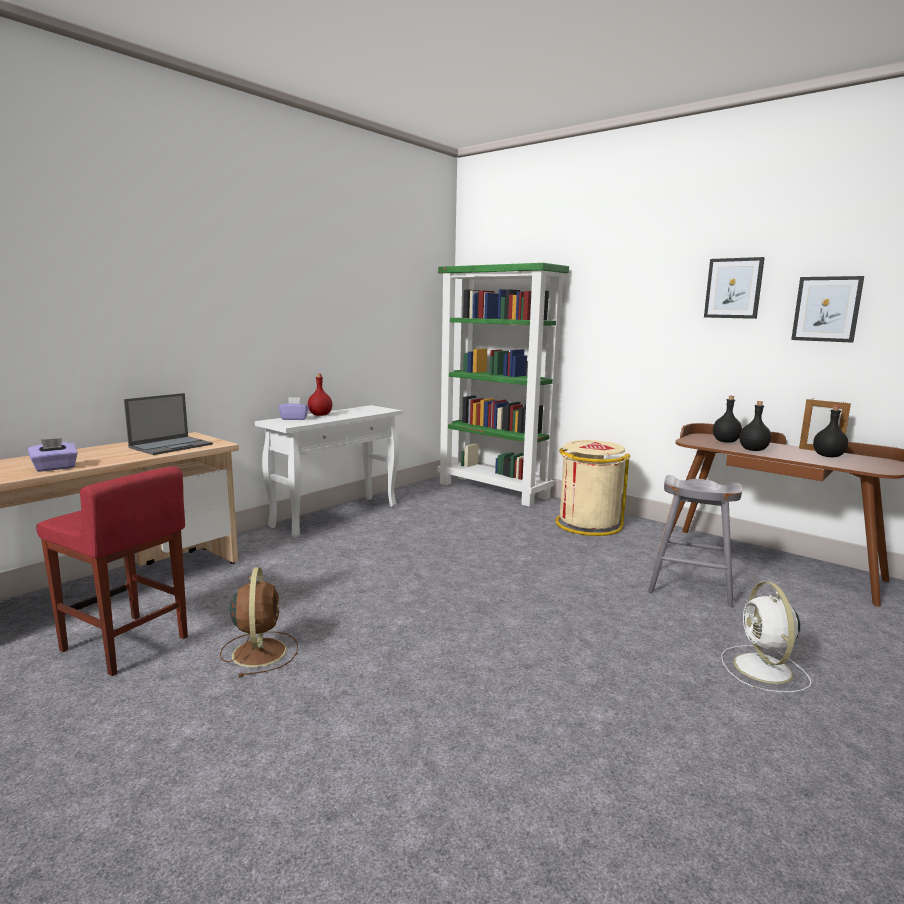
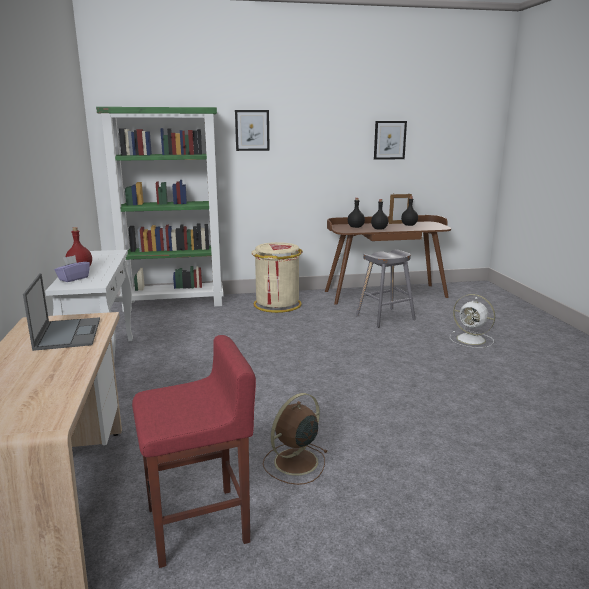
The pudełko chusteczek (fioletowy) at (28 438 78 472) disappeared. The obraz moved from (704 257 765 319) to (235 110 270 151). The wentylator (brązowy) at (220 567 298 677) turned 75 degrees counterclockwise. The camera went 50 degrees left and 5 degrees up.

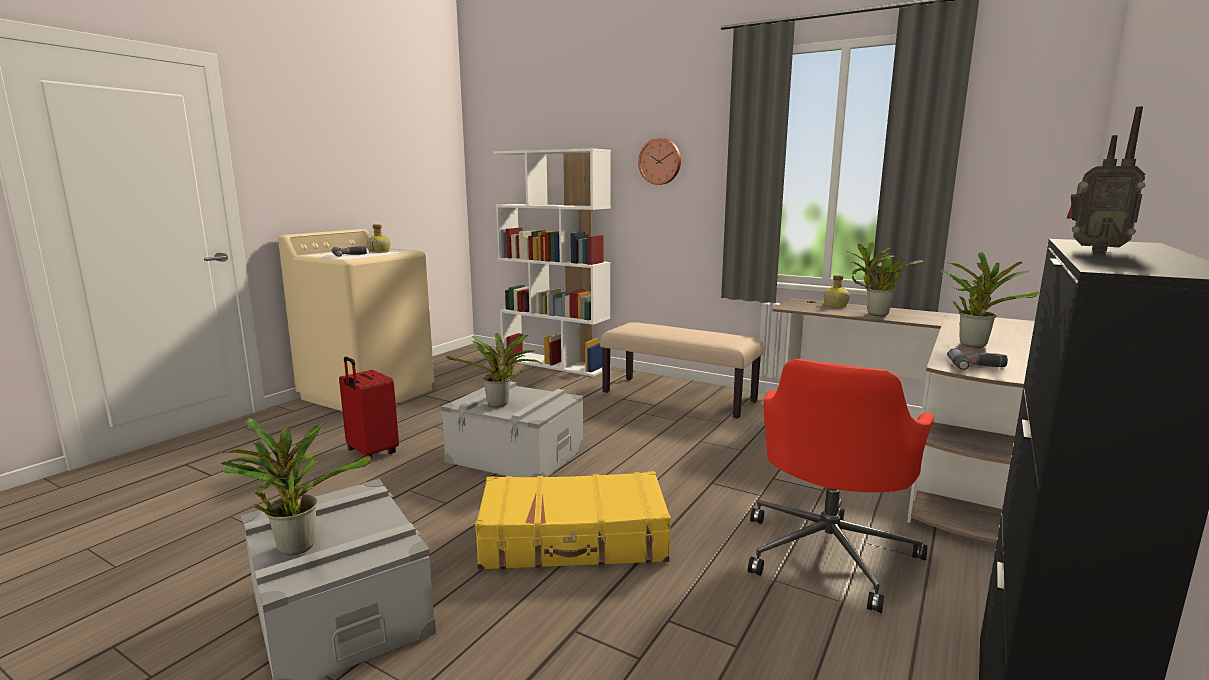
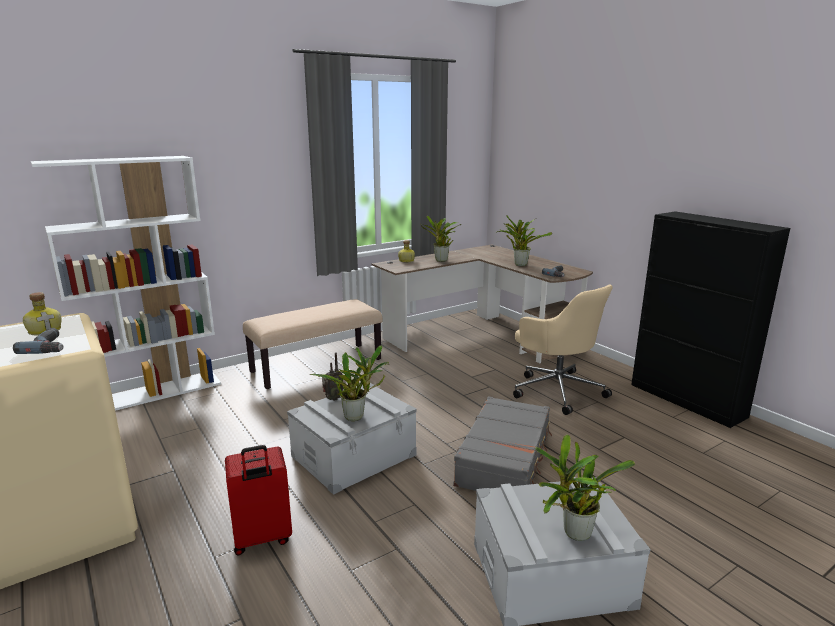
The zegar ścienny at (638 138 681 185) disappeared. The radio moved from (1067 106 1146 252) to (322 352 343 401). The walizka (żółty) at (475 471 671 570) became the walizka (szary) at (453 396 552 491). The krzesło biurowe (czerwony) at (748 359 934 613) became the krzesło biurowe (beżowy) at (513 284 613 415). The camera went 65 degrees left and 5 degrees up.

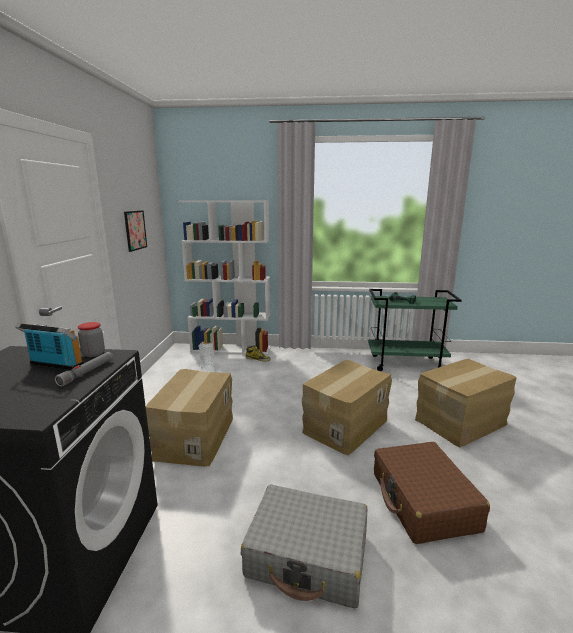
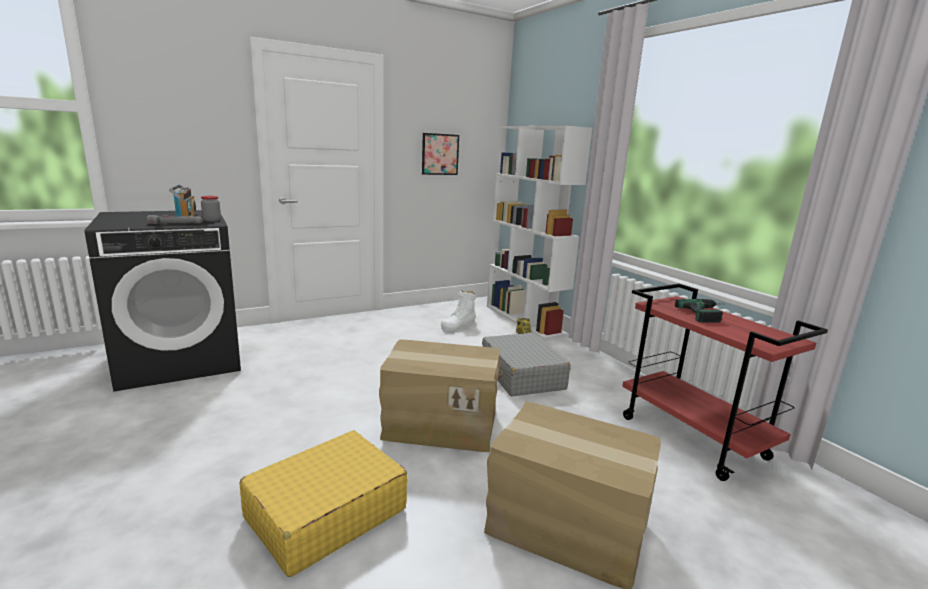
The karton at (146 369 233 467) disappeared. The walizka (szary) moved from (241 484 368 608) to (482 333 571 396). The wózek (zielony) at (368 289 462 371) became the wózek (czerwony) at (622 284 828 481). The walizka (brązowy) at (374 442 490 544) became the walizka (żółty) at (240 431 408 577). The camera went 55 degrees right and 0 degrees up.

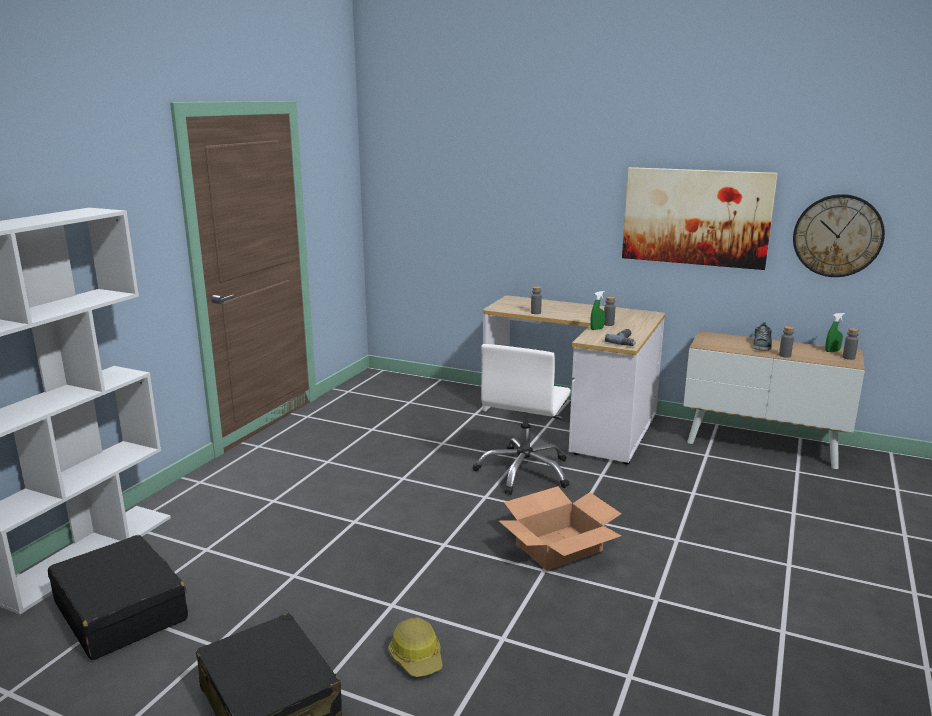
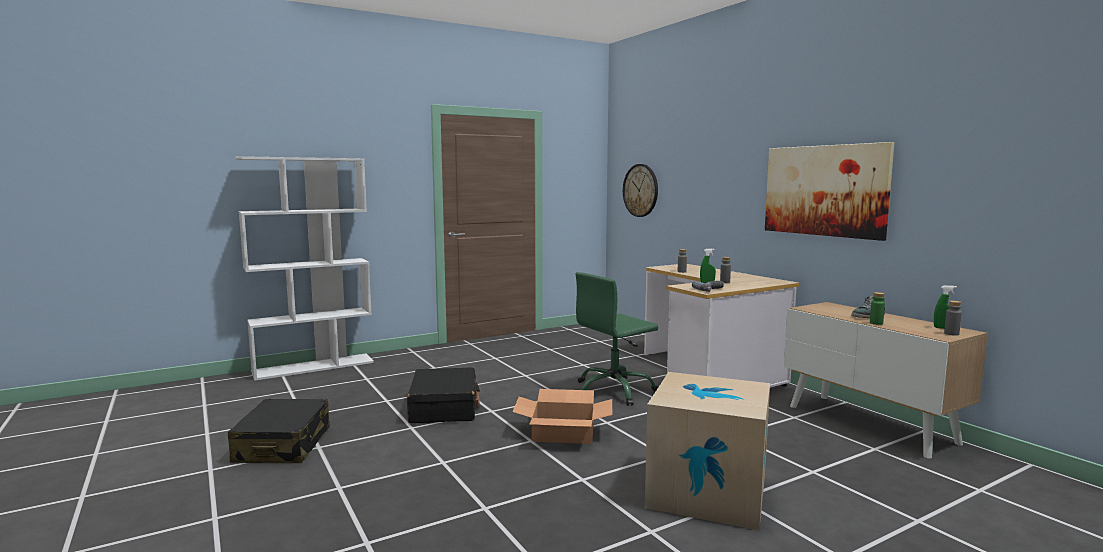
The kask at (388 617 443 677) disappeared. The karton at (645 372 770 530) appeared. The walizka (czarny) moved from (48 535 188 660) to (407 367 480 423). The zegar ścienny moved from (793 194 885 277) to (623 164 658 217). The krzesło biurowe (biały) at (473 344 571 495) became the krzesło biurowe (zielony) at (576 272 658 406). The butelka (szary) at (779 326 794 358) became the butelka (zielony) at (870 292 885 325). The camera went 35 degrees right and 10 degrees down.

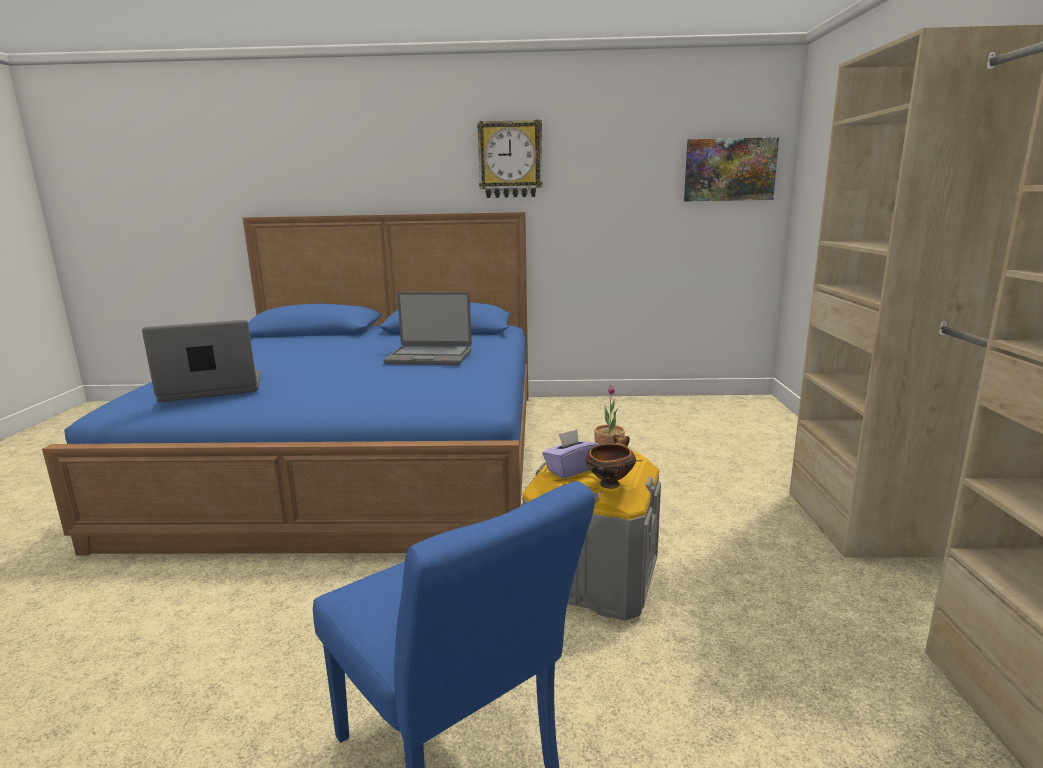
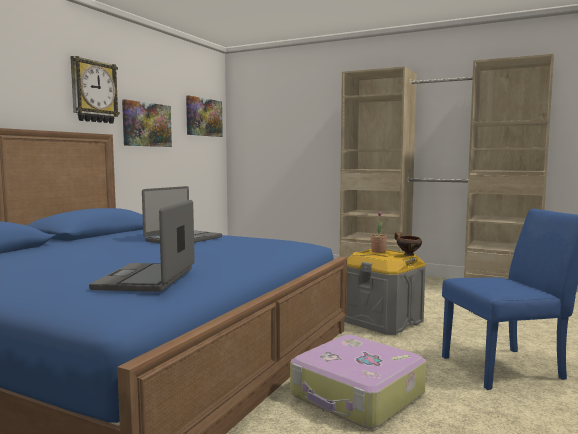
The pudełko chusteczek (fioletowy) at (542 429 600 479) disappeared. The obraz at (122 99 172 147) appeared. The walizka at (290 335 426 429) appeared. The camera went 65 degrees left and 10 degrees down.

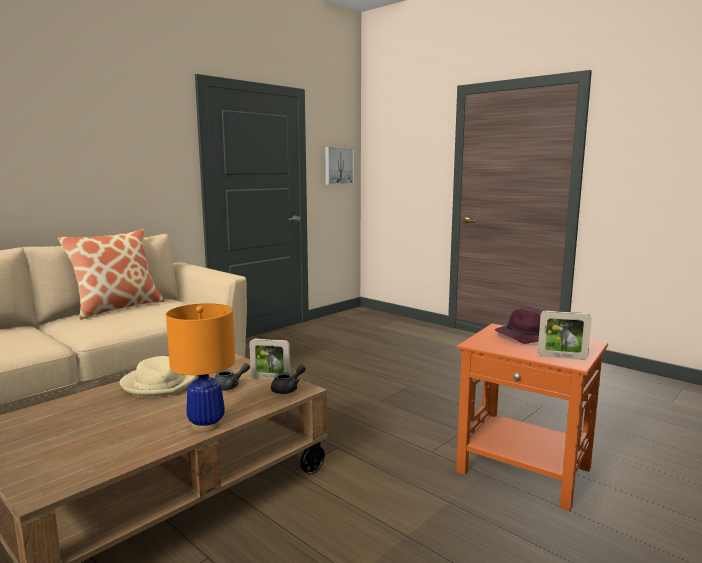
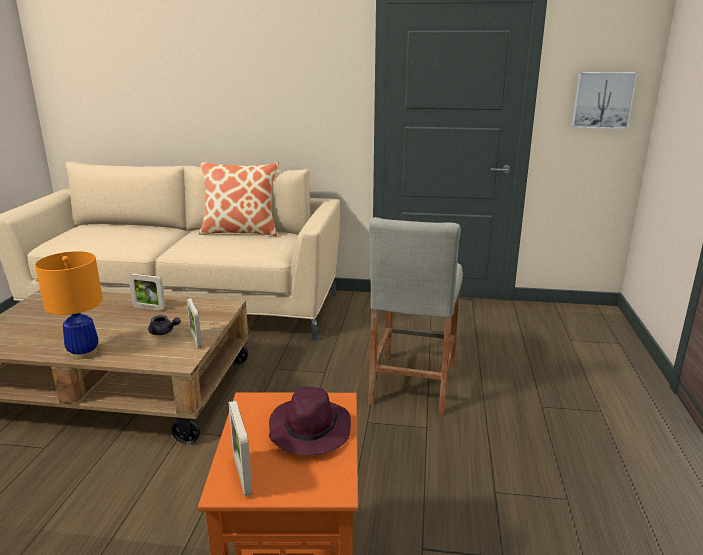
The imbryk (szary) at (271 365 306 394) disappeared. The stołek (beżowy) at (368 217 463 415) appeared. The kapelusz (beżowy) at (120 356 196 397) was replaced by the ramka na zdjęcie at (128 274 165 310). The camera went 55 degrees right and 10 degrees up.

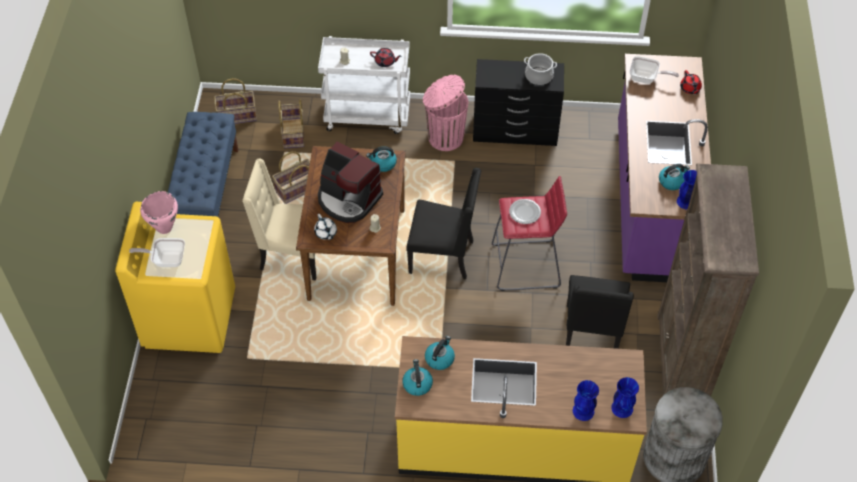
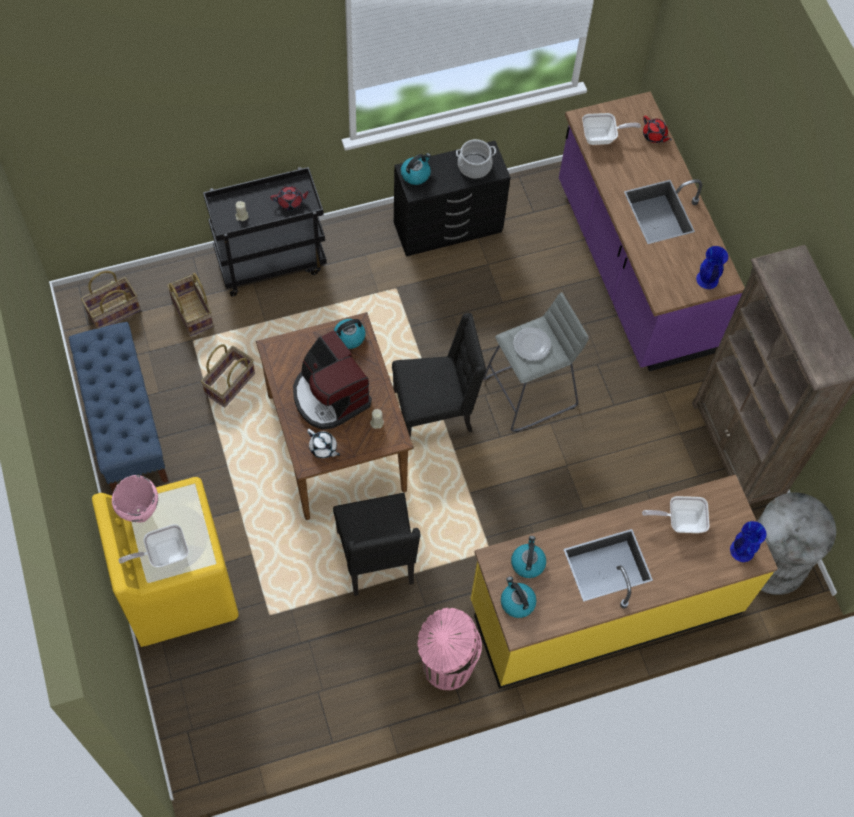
The krzesło (beżowy) at (242 159 316 281) disappeared. The wazon (niebieski) at (573 380 599 421) disappeared. The patelnia at (642 496 709 533) appeared. The kosz na śmieci (różowy) moved from (423 75 468 151) to (417 608 482 690). The krzesło (czarny) moved from (566 275 634 349) to (333 493 421 596). The czajnik moved from (659 164 690 190) to (401 153 431 185). The wózek (biały) at (318 36 410 134) became the wózek (czarny) at (203 167 327 297). The stołek (czerwony) at (492 176 567 291) became the stołek (szary) at (483 292 589 432). The ekspres do kawy at (318 142 383 223) turned 45 degrees clockwise. The camera went 25 degrees left and 10 degrees up.

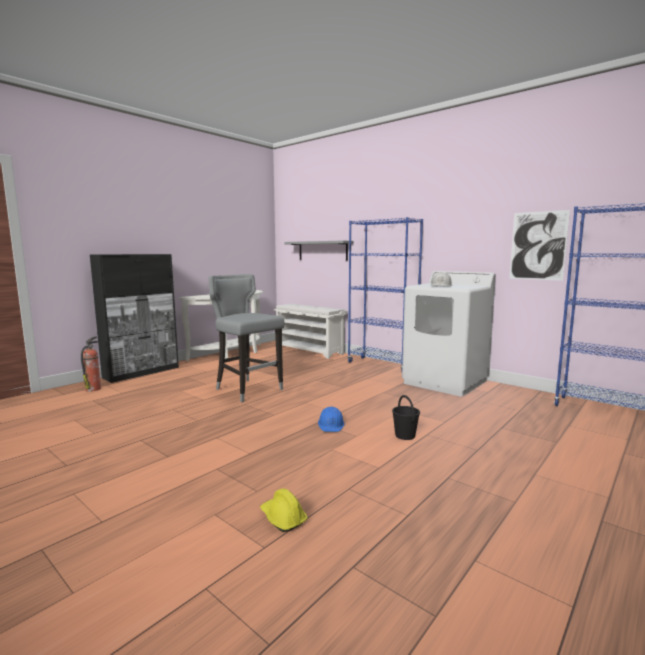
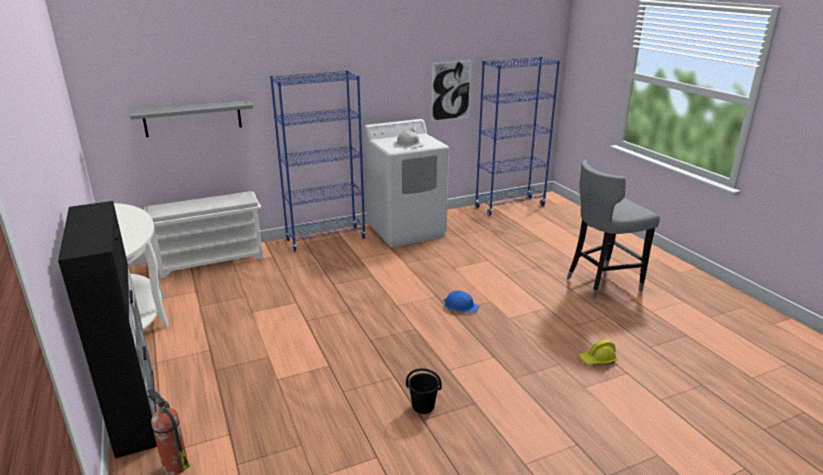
The stołek (szary) moved from (209 274 285 402) to (567 160 660 299). The wiadro (czarny) moved from (392 395 420 440) to (406 368 442 414). The camera went 65 degrees left and 15 degrees up.

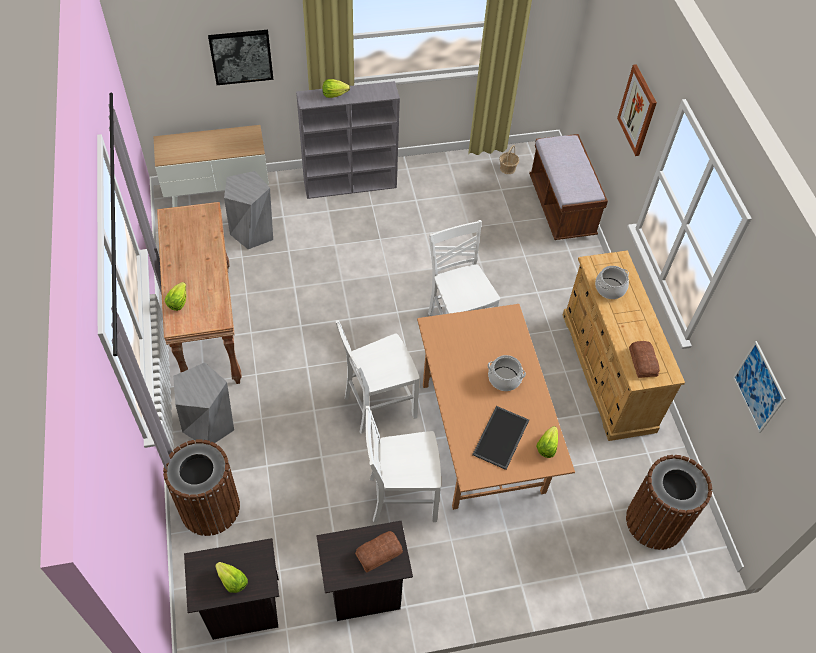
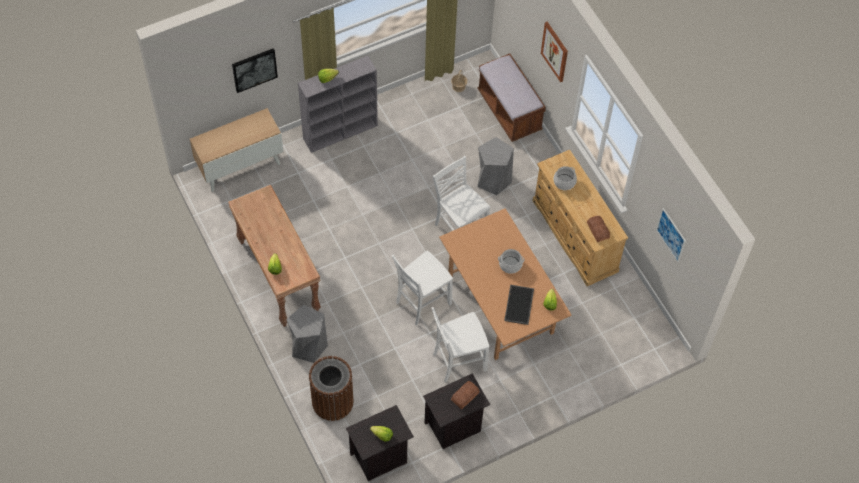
The kosz na śmieci (brązowy) at (626 455 712 550) disappeared. The stołek (szary) moved from (224 171 273 249) to (477 137 514 195). The camera went 15 degrees left and 5 degrees up.

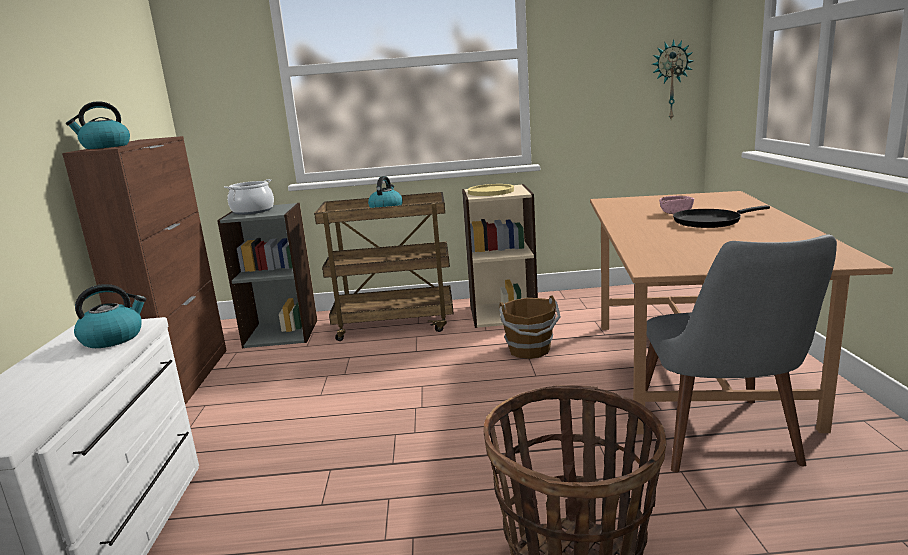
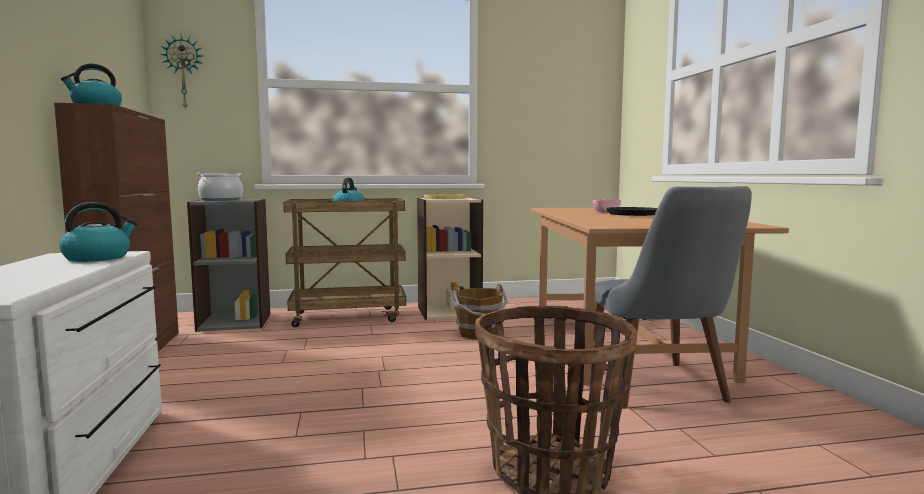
The zegar ścienny moved from (652 39 693 119) to (160 34 203 110). The camera went 10 degrees left and 10 degrees down.

